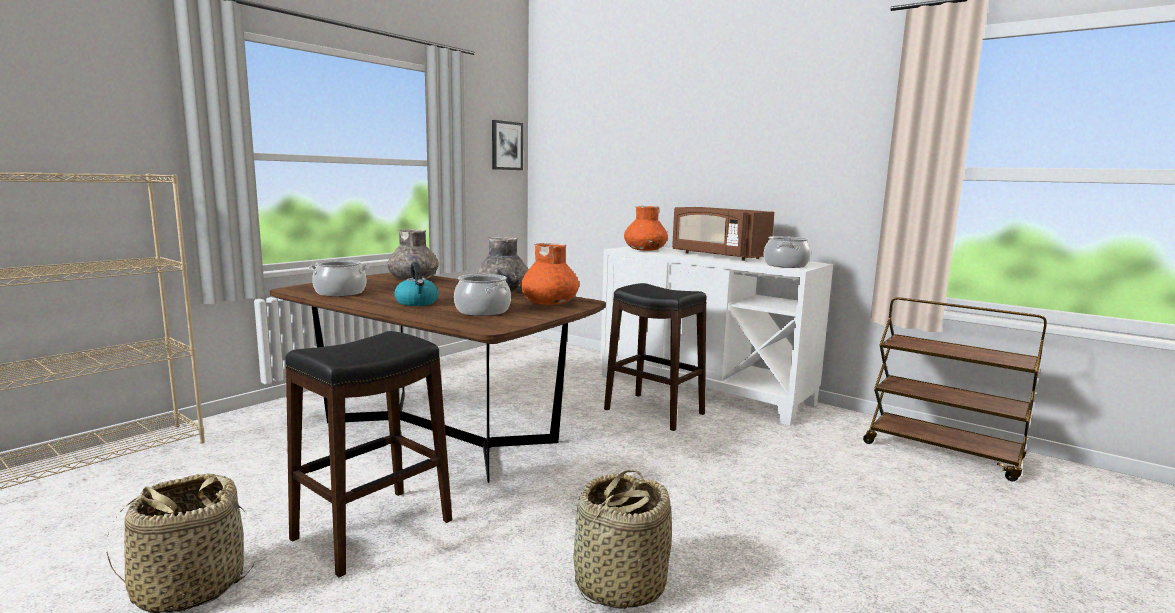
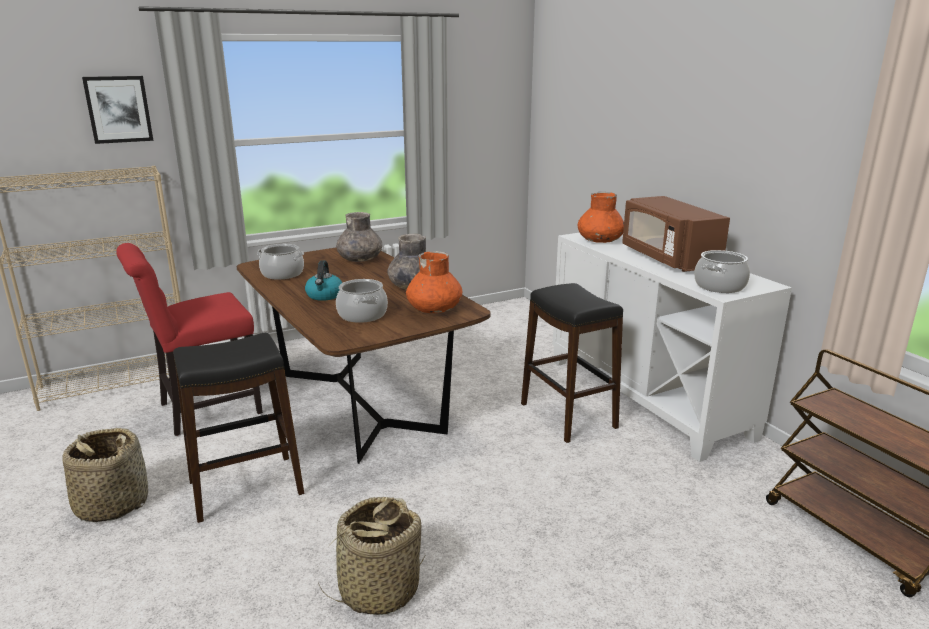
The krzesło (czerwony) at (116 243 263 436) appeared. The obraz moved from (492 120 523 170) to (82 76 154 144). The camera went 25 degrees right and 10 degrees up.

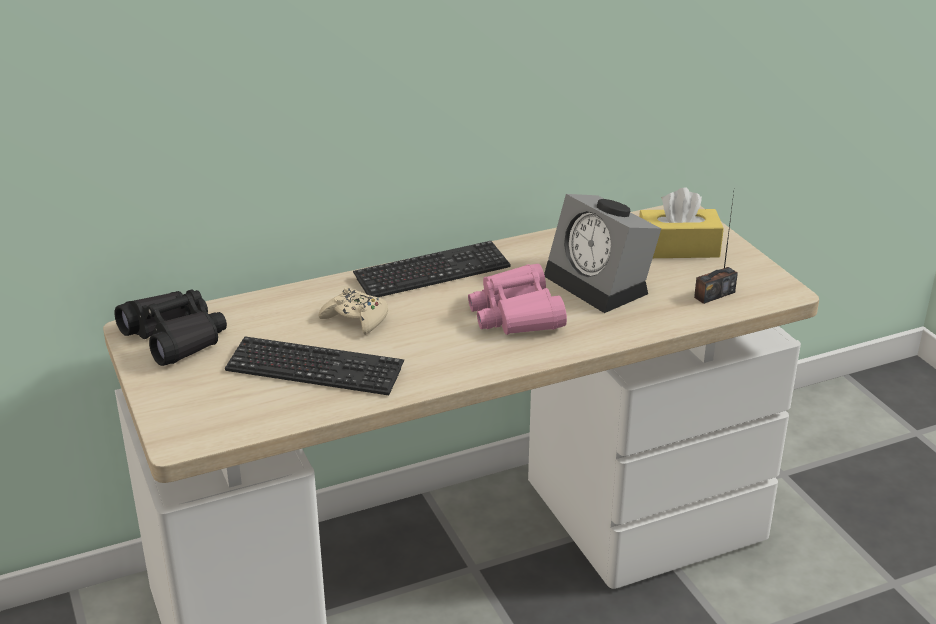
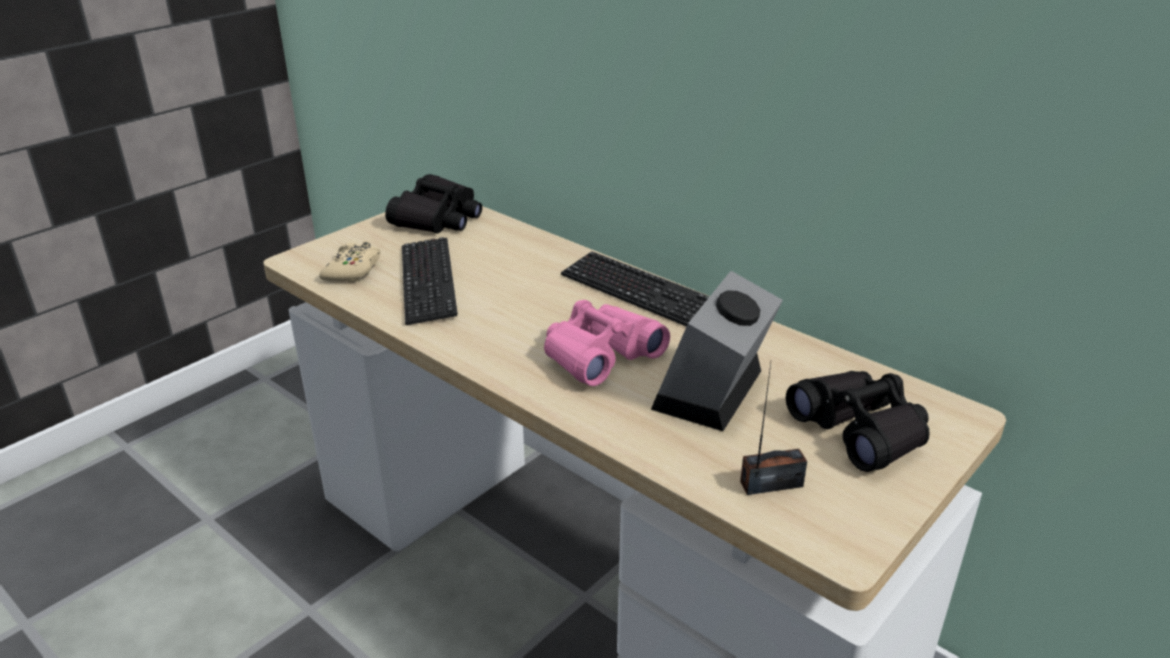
The pad do gier (beżowy) moved from (318 287 388 335) to (319 241 380 282). The pudełko chusteczek (żółty) at (639 188 724 258) was replaced by the lornetka (czarny) at (786 371 929 472). The radio at (694 193 738 304) turned 135 degrees clockwise. The camera went 65 degrees right and 0 degrees up.

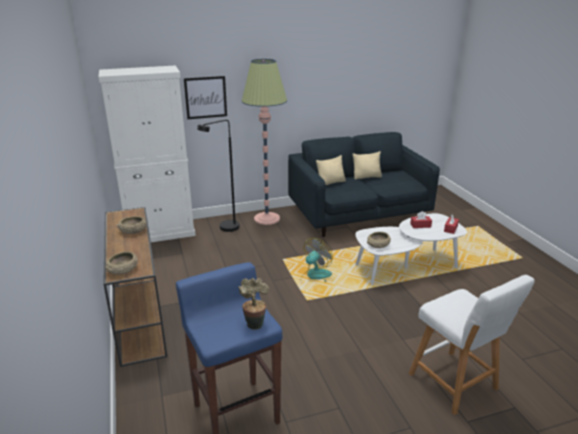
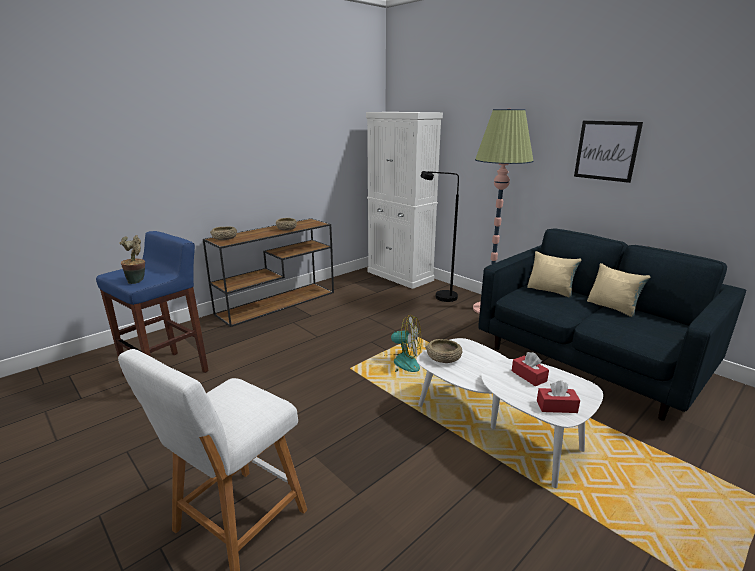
The obraz moved from (184 76 227 119) to (574 121 643 183). The camera went 65 degrees right and 5 degrees down.

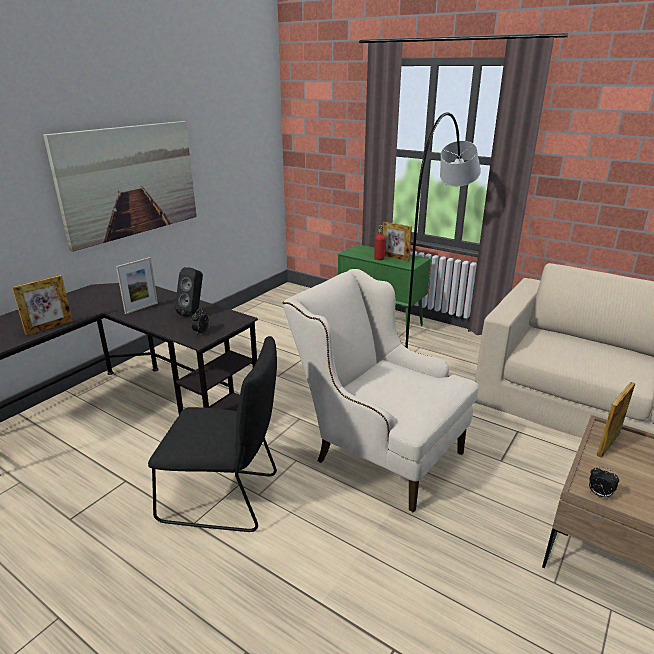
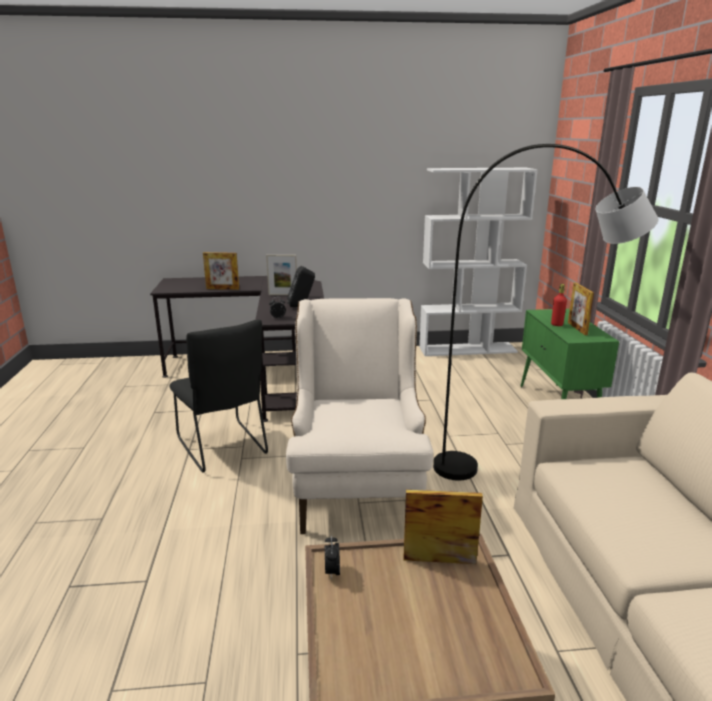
The obraz at (43 121 197 252) disappeared. The regał (biały) at (419 168 538 356) appeared. The camera went 50 degrees right and 5 degrees down.

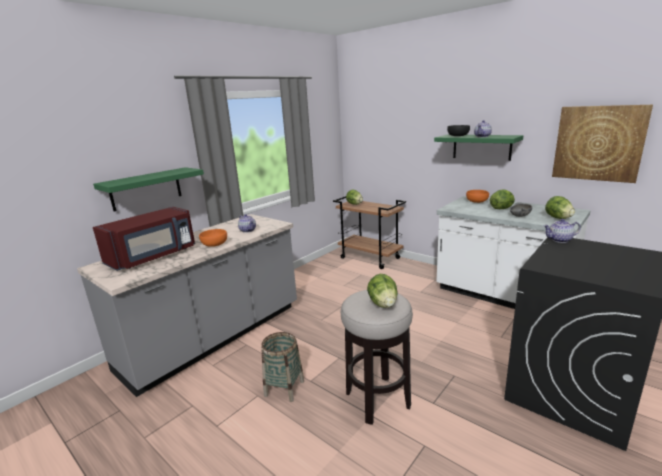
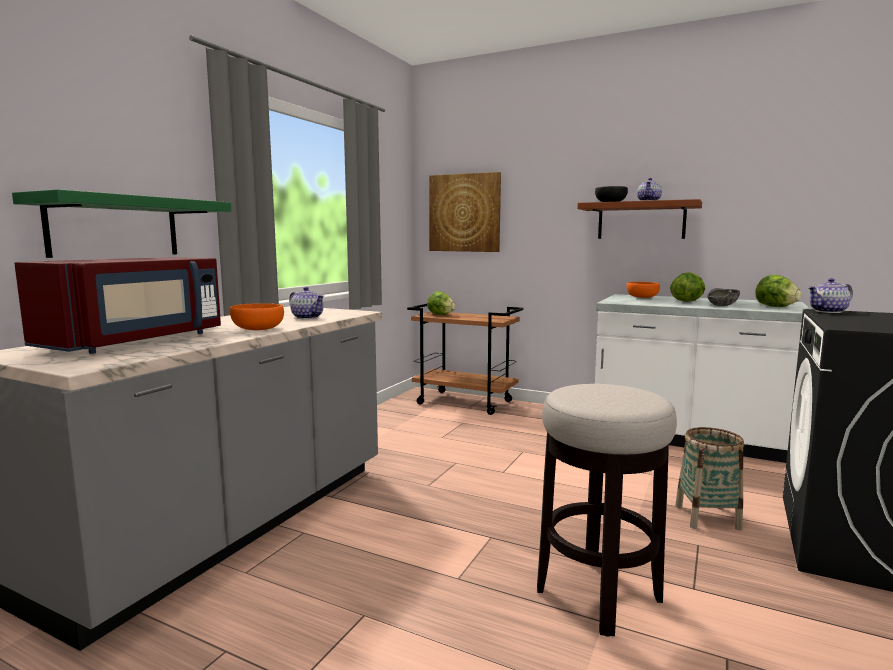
The sałata at (367 274 398 308) disappeared. The koszyk moved from (261 332 304 402) to (675 427 744 530). The obraz moved from (552 105 653 183) to (429 172 501 252). The półka (zielony) at (434 135 523 161) became the półka (brązowy) at (578 199 702 239). The camera went 15 degrees left and 10 degrees down.

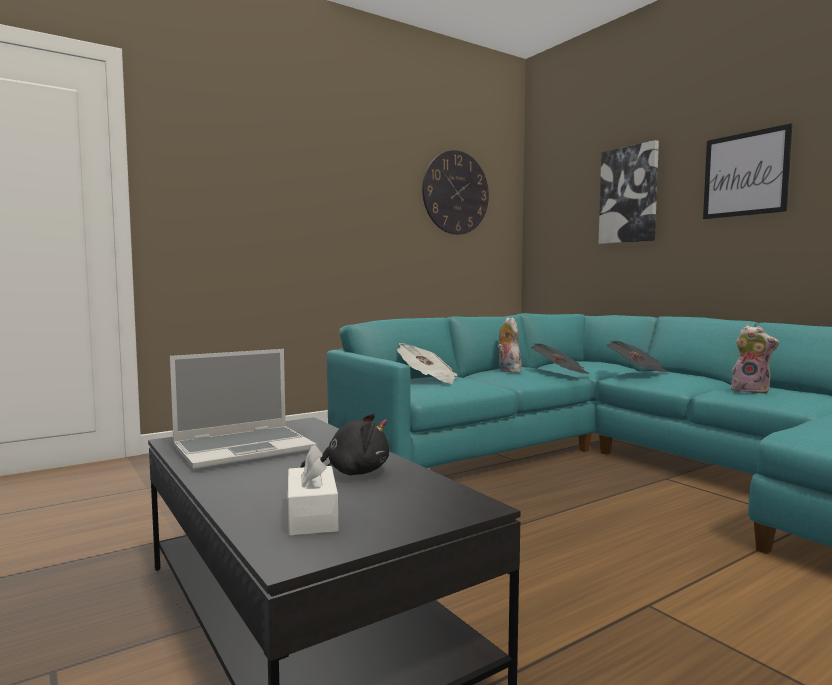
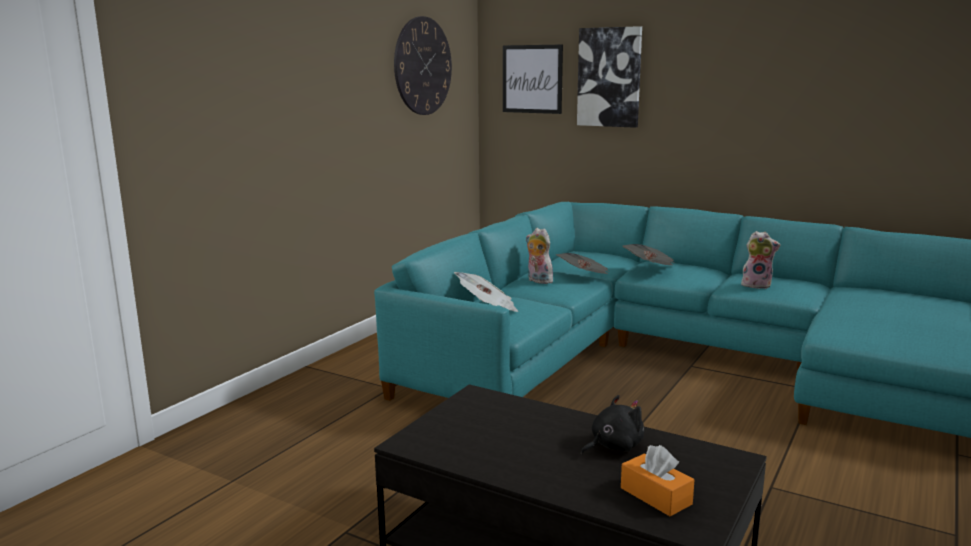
The laptop at (170 349 316 471) disappeared. The obraz moved from (703 123 792 219) to (503 45 563 114). The pudełko chusteczek (biały) at (288 444 338 536) became the pudełko chusteczek (pomarańczowy) at (621 445 694 516). The camera went 25 degrees left and 10 degrees up.

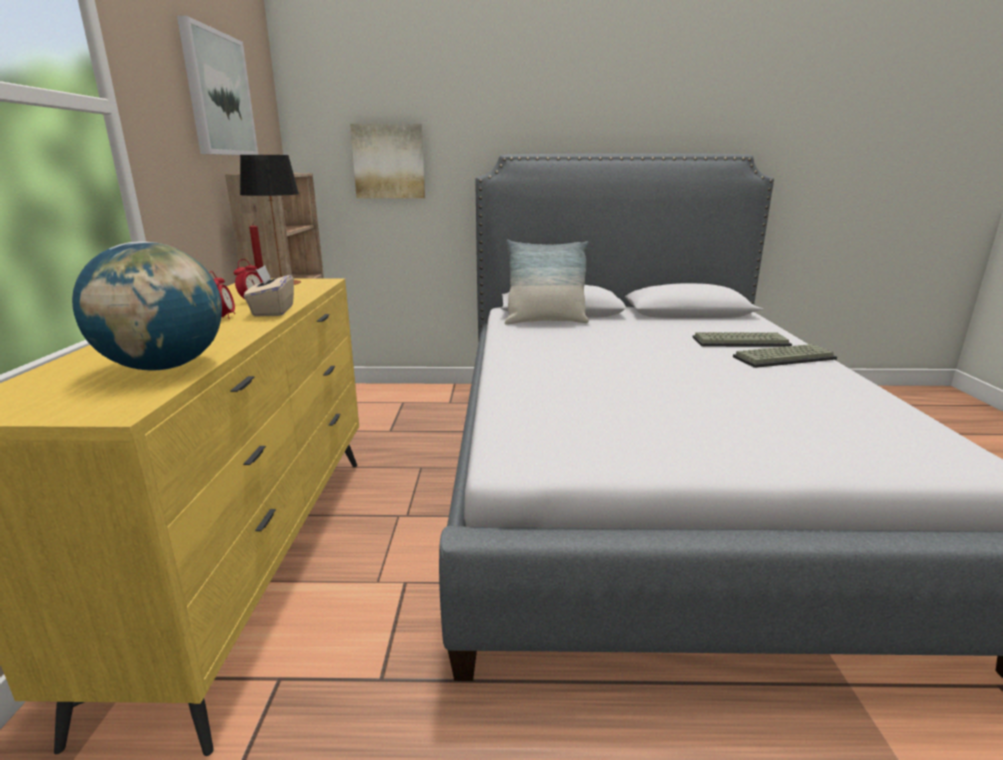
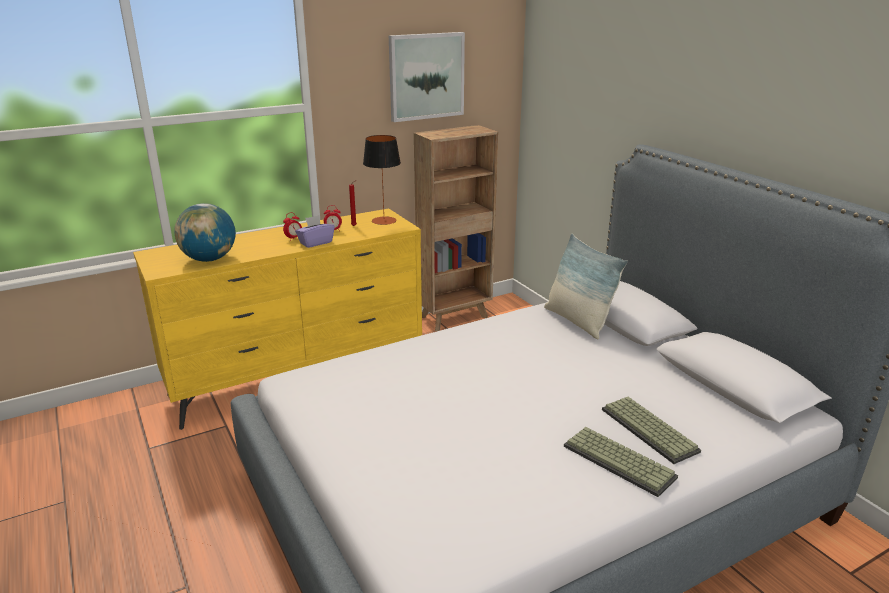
The obraz at (350 124 425 198) disappeared. The pudełko chusteczek (beżowy) at (244 265 294 316) became the pudełko chusteczek (fioletowy) at (295 215 335 248). The camera went 60 degrees right and 5 degrees up.

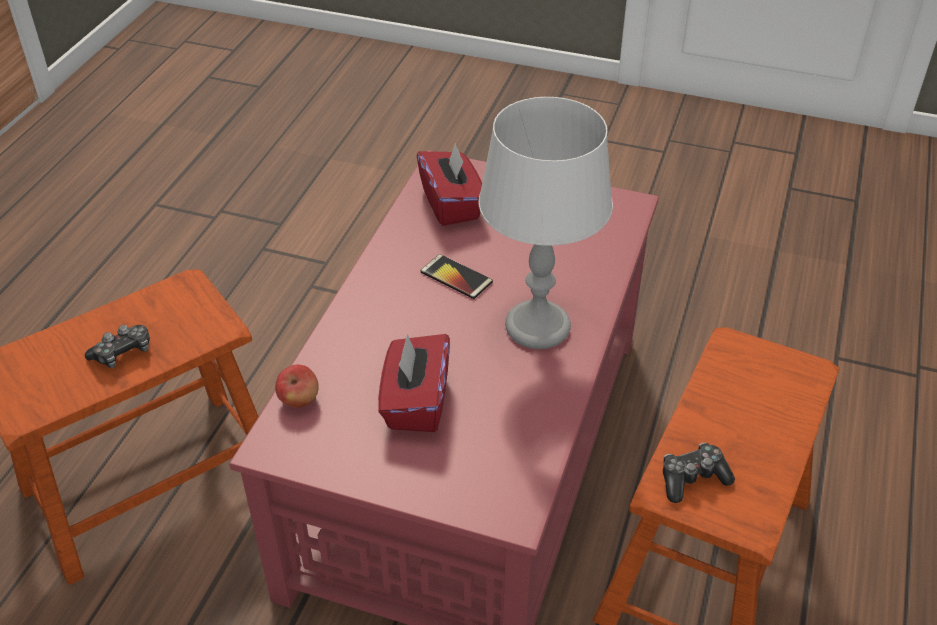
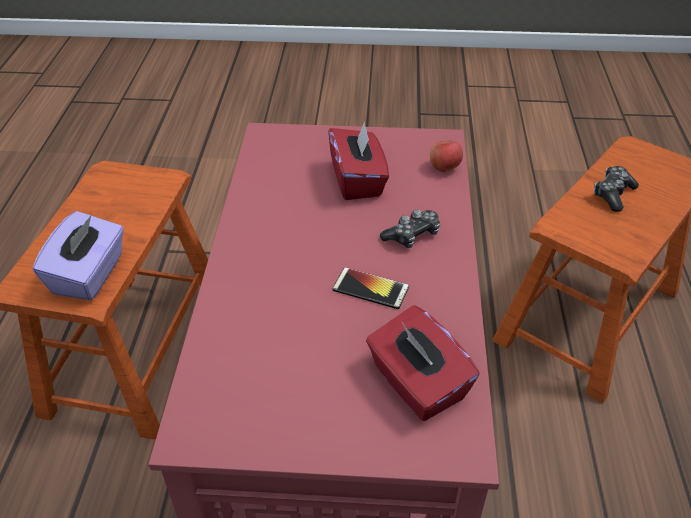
The lampa stołowa (szary) at (478 97 613 349) disappeared. The pudełko chusteczek (fioletowy) at (33 211 124 300) appeared. The pad do gier moved from (663 443 735 503) to (380 209 440 248). The camera went 165 degrees right and 0 degrees up.

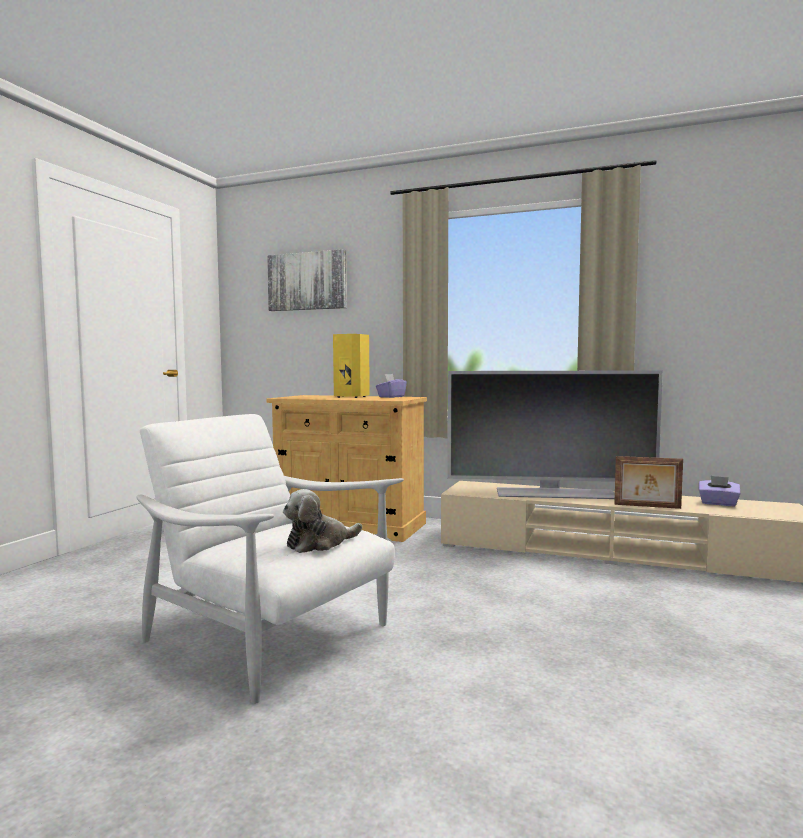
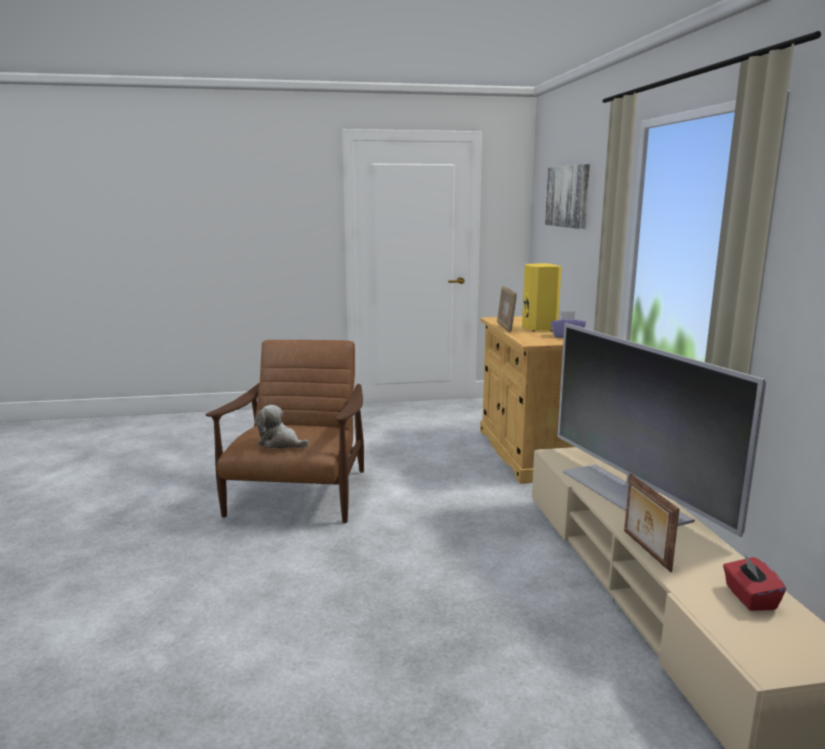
The ramka na zdjęcie at (497 286 517 333) appeared. The fotel (biały) at (137 414 404 704) became the fotel (brązowy) at (205 340 364 523). The pudełko chusteczek (fioletowy) at (699 476 740 506) became the pudełko chusteczek (czerwony) at (723 553 786 611). The camera went 60 degrees right and 10 degrees up.

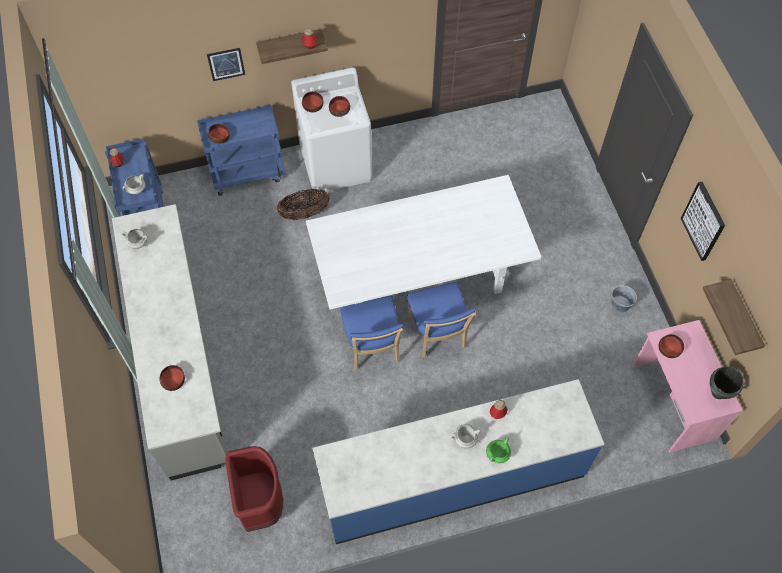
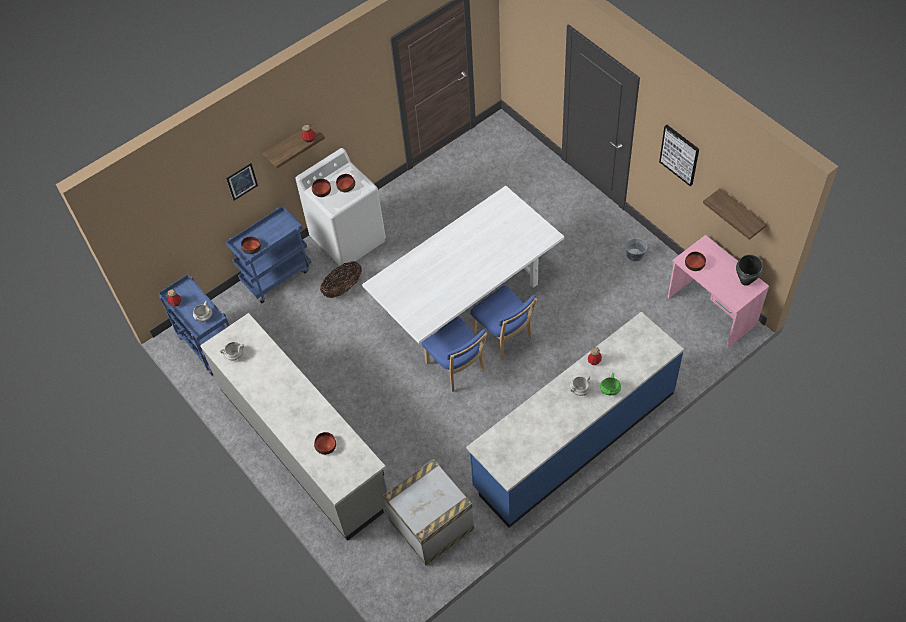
The kosz na śmieci (czerwony) at (225 446 283 532) was replaced by the skrzynka at (383 459 474 565). The camera went 20 degrees left and 5 degrees down.

